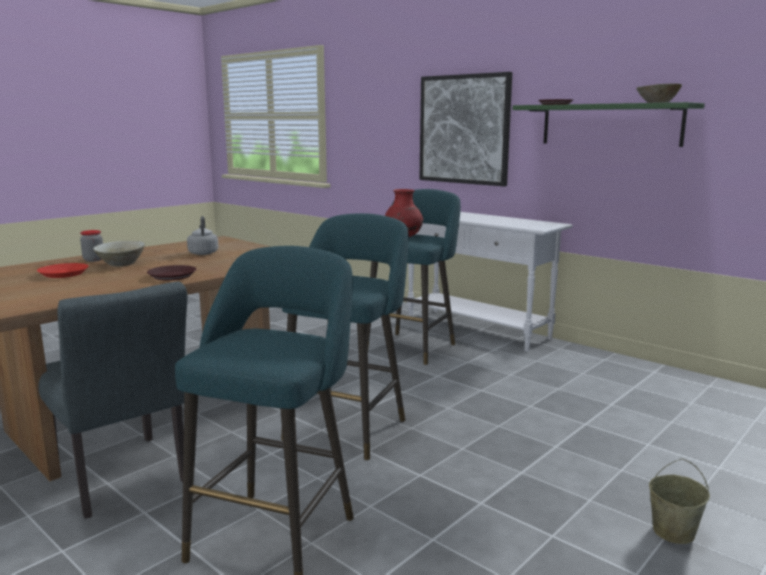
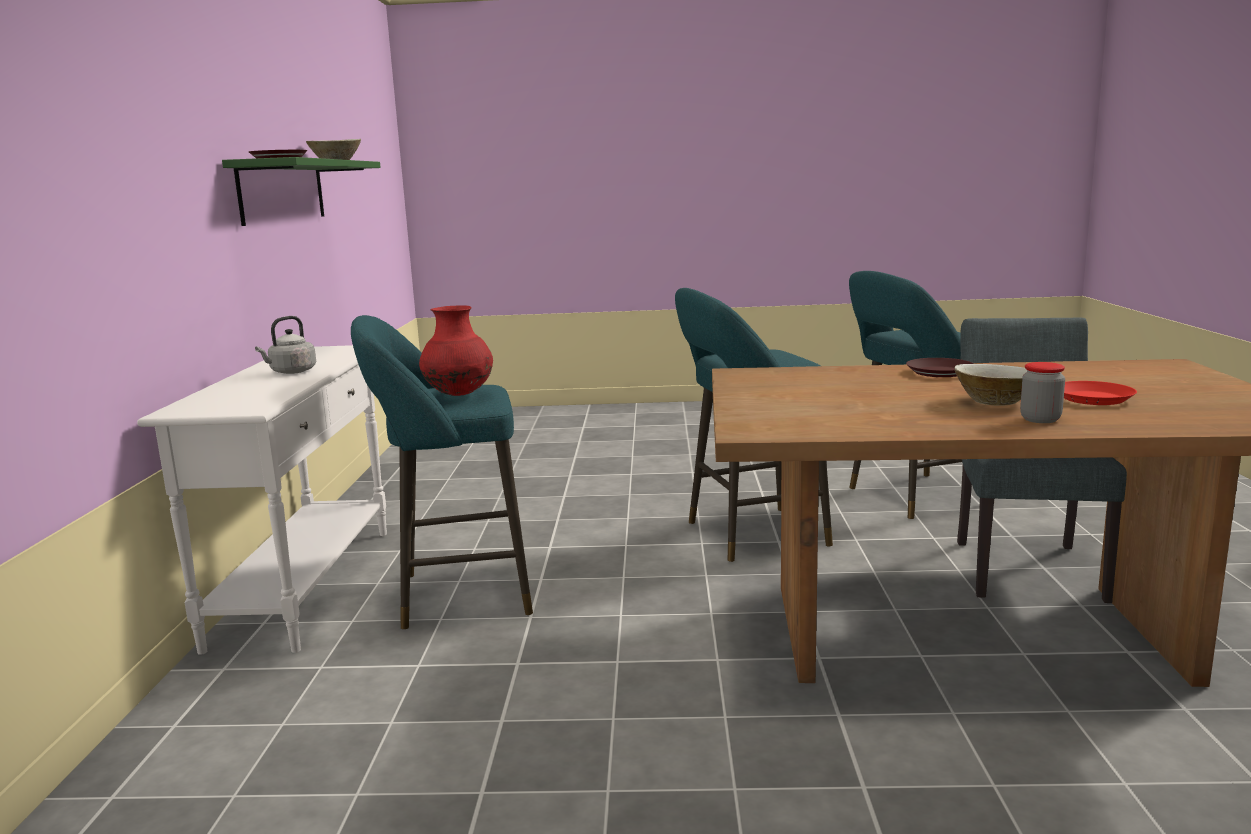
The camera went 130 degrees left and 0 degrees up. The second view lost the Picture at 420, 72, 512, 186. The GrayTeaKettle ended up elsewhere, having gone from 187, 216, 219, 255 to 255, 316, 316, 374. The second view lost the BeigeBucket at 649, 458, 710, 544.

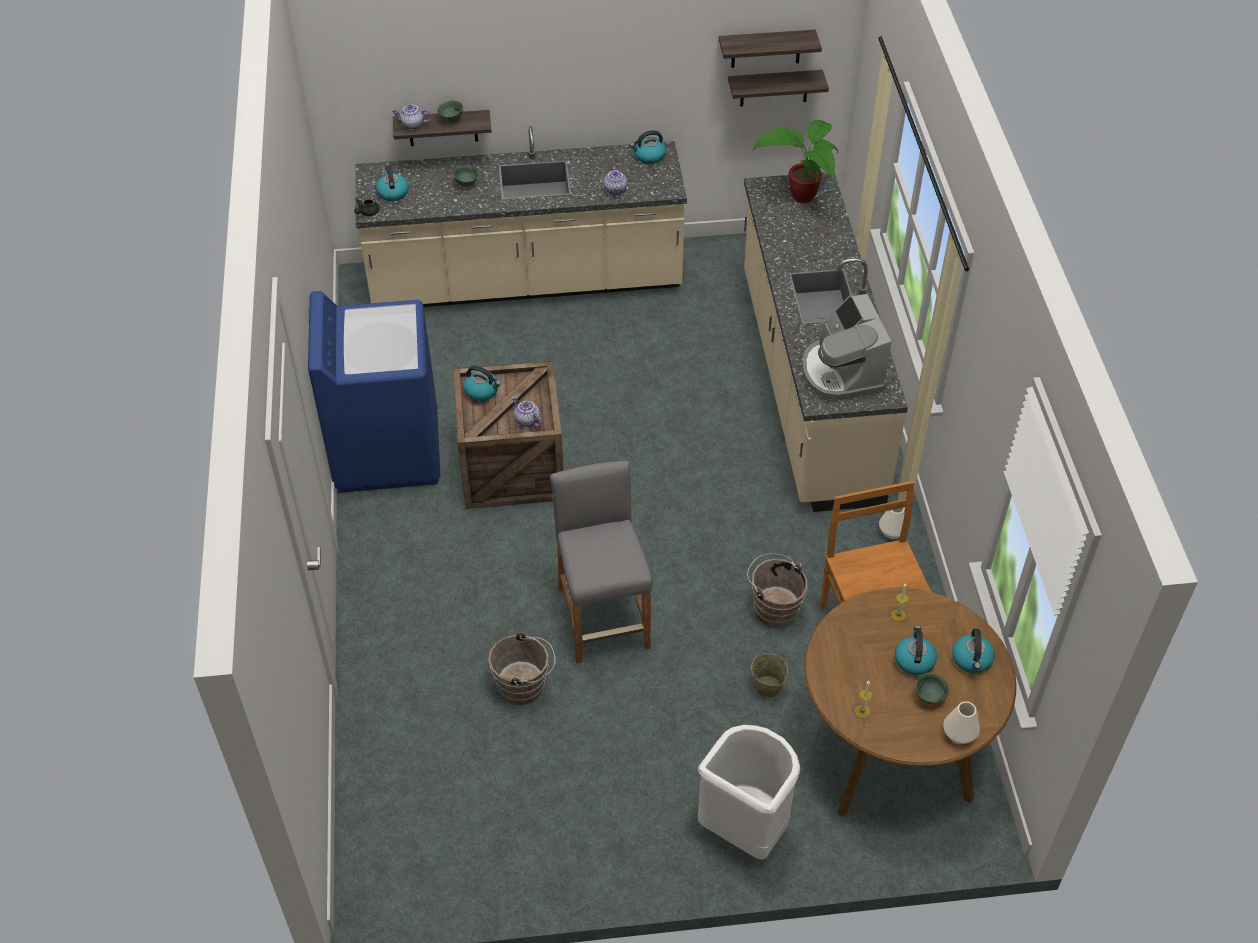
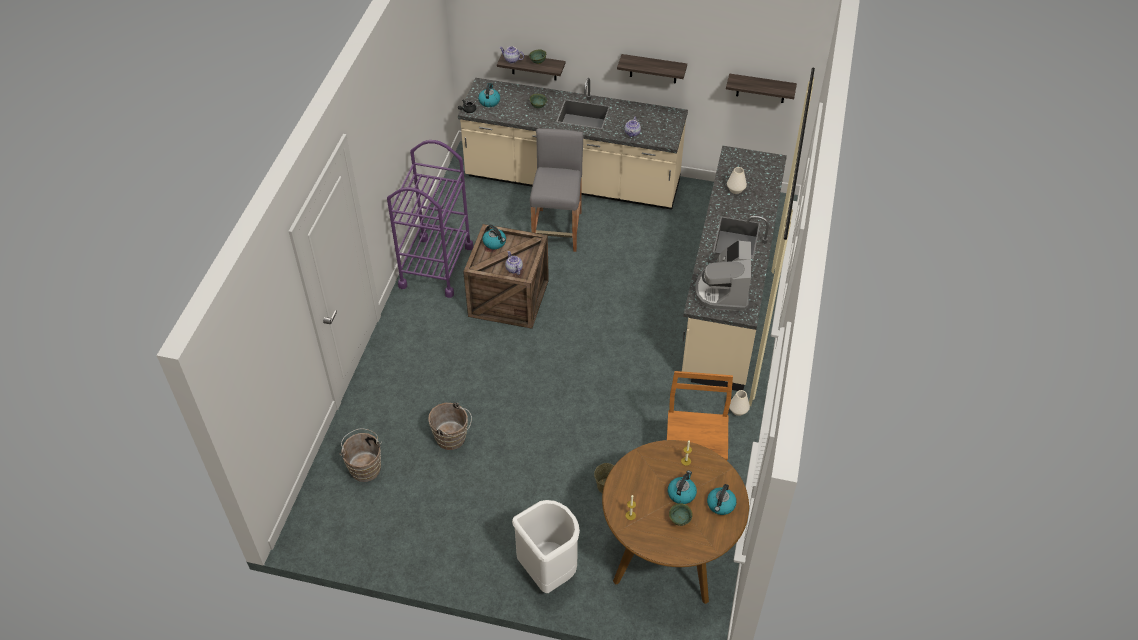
The camera went 20 degrees right and 0 degrees up. The Shelf ended up elsewhere, having gone from 719, 30, 822, 68 to 617, 54, 687, 84. The second view lost the PlantInAPot at 753, 120, 838, 203. The second view lost the TeaKettle at 630, 130, 666, 164. Where the BlueLaundryMachine stood at 308, 291, 440, 493, the PurplishTrolley came to stand at 387, 140, 473, 298. The GrayStool ended up elsewhere, having gone from 550, 460, 653, 663 to 530, 128, 583, 252. The BrownColouredBucket ended up elsewhere, having gone from 747, 553, 807, 628 to 339, 429, 382, 482. The WhiteColouredDecorativeVase ended up elsewhere, having gone from 943, 701, 980, 744 to 727, 167, 747, 194.

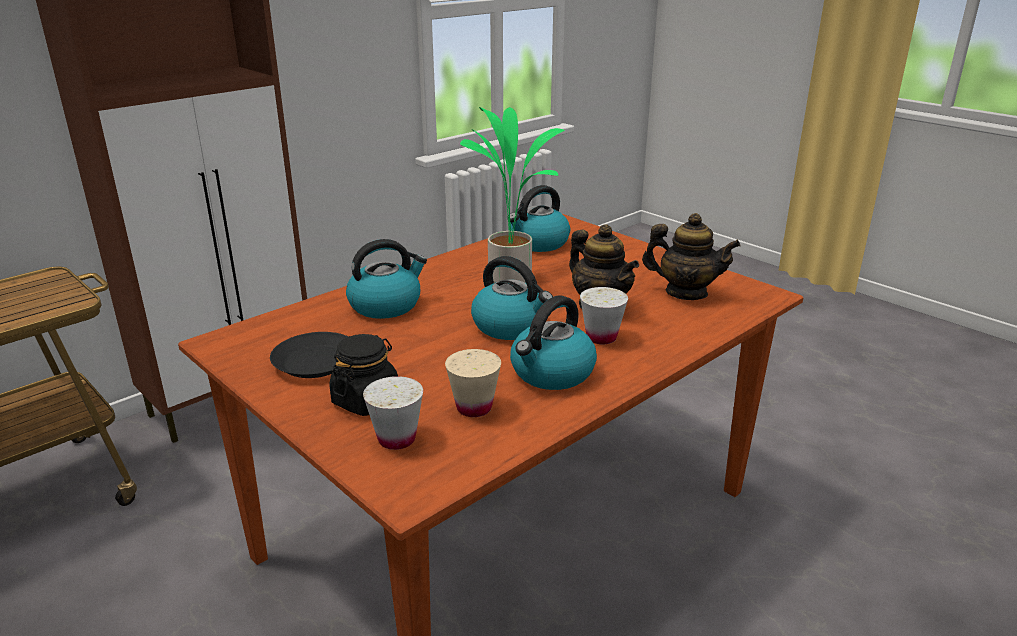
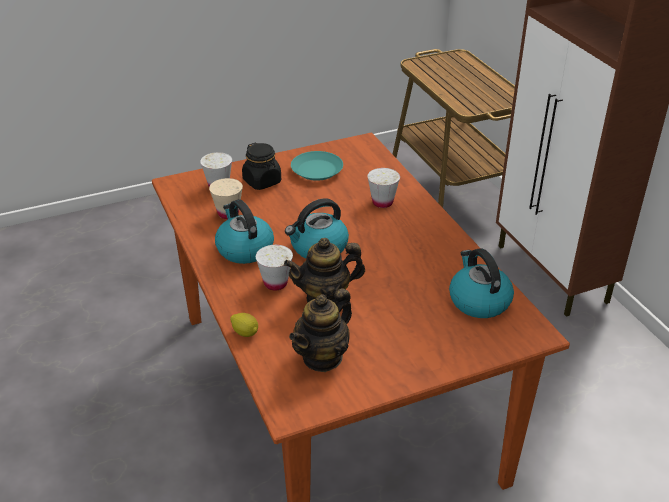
The camera went 110 degrees right and 10 degrees up. The second view lost the PlantInAPot at 460, 107, 565, 283. Where the TeaKettle stood at 346, 239, 427, 319, the WhiteColouredCup came to stand at 368, 168, 400, 208. What was the BlackishFlatDish at 270, 332, 348, 378 turned into the BlueGreenFlatDish at 291, 151, 343, 181. The second view gained the CitrusFruit at 230, 313, 258, 337.

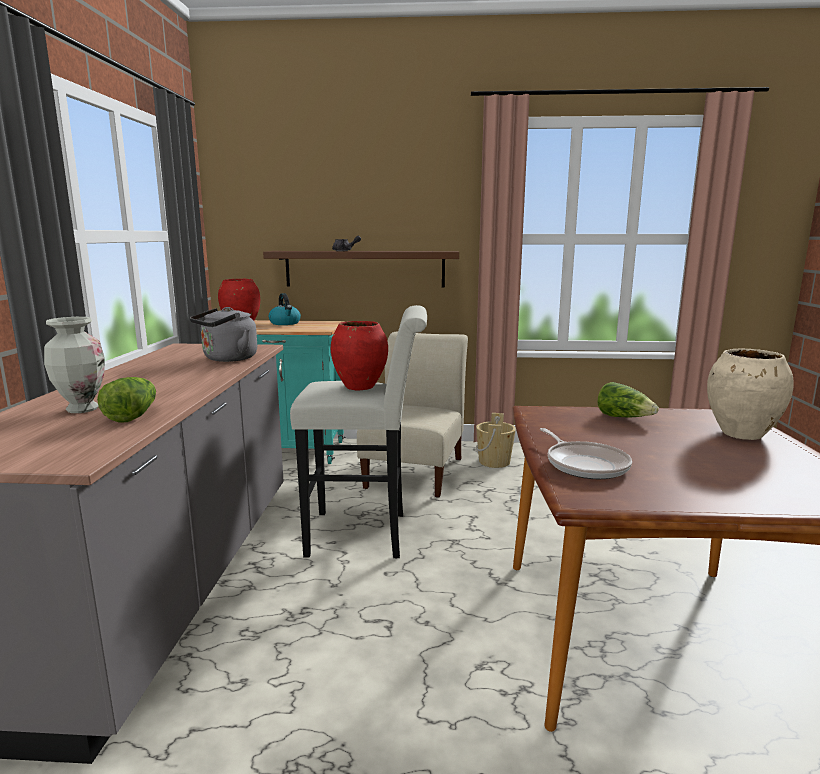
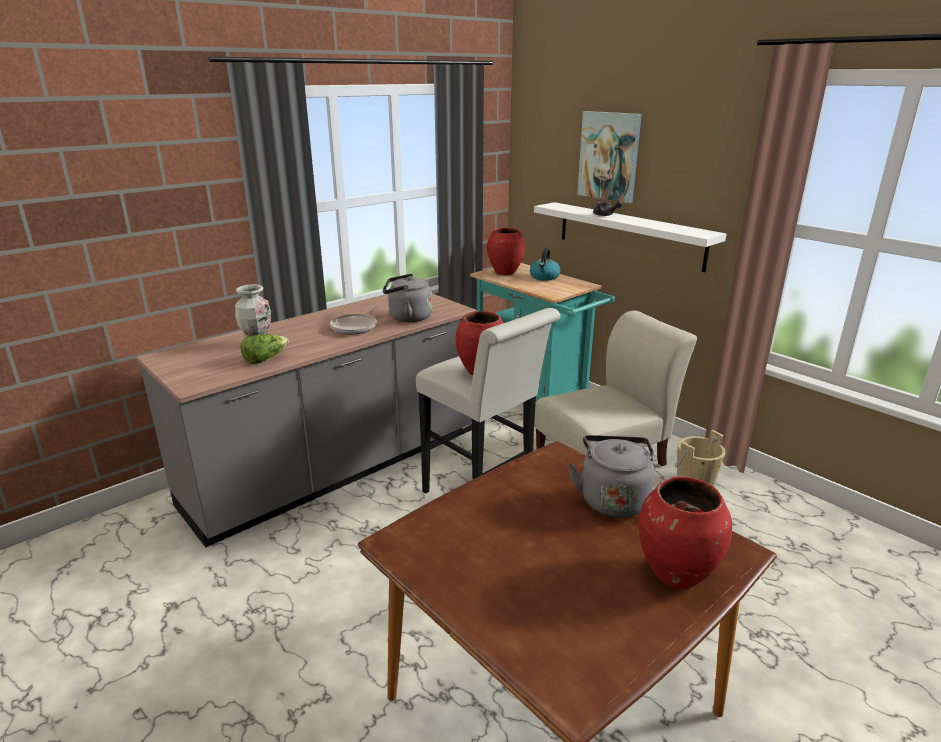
The camera went 45 degrees right and 10 degrees up. What was the BrownColouredShelf at 263, 251, 459, 287 turned into the WhiteColouredShelf at 534, 202, 727, 272. What was the BeigeDecorativeVase at 707, 348, 794, 440 turned into the RedColouredDecorativeVase at 639, 477, 732, 589. Where the HeadOfLettuce stood at 598, 382, 659, 417, the GrayTeaKettle came to stand at 568, 435, 655, 518. The FryingPan ended up elsewhere, having gone from 540, 428, 632, 479 to 330, 306, 378, 334. The second view gained the Picture at 577, 111, 642, 203.

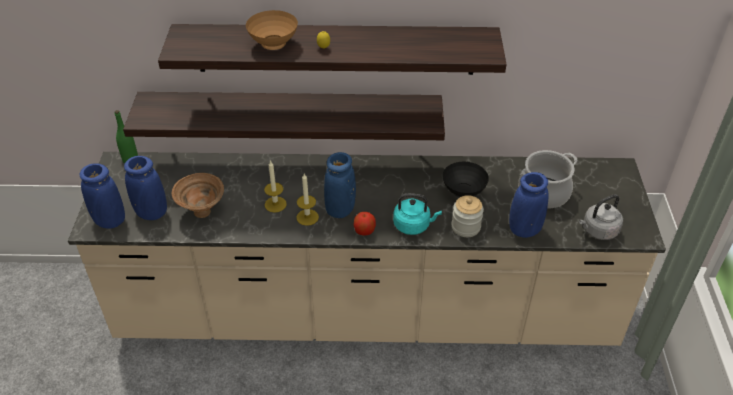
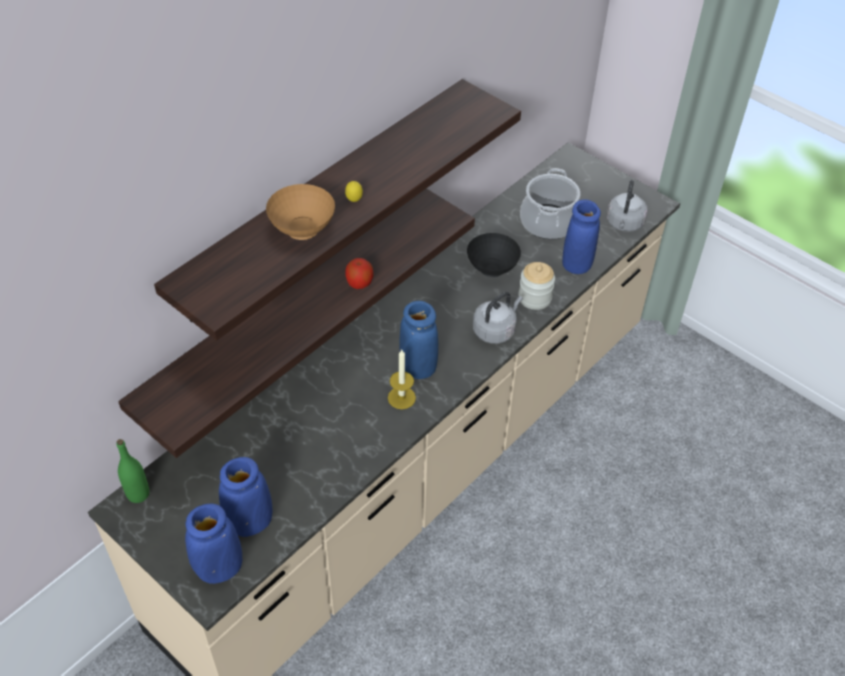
The camera went 50 degrees left and 5 degrees up. The second view lost the Candle at 264, 160, 287, 213. The second view lost the BrownColouredServingBowl at 172, 173, 224, 218. What was the BlueGreenTeaKettle at 393, 193, 442, 235 turned into the GrayTeaKettle at 473, 292, 523, 344. The WholeApple ended up elsewhere, having gone from 354, 212, 376, 236 to 345, 258, 373, 289.

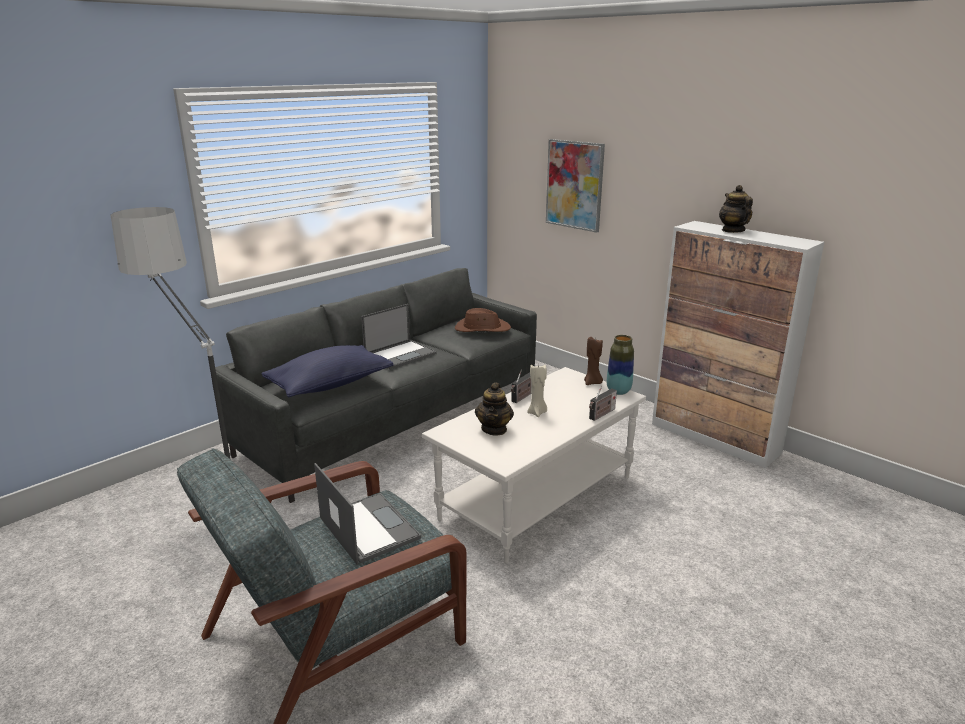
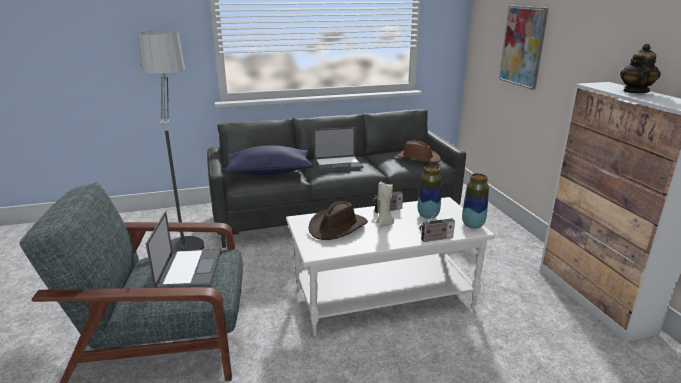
The camera went 30 degrees right and 0 degrees up. The second view lost the BrownColouredCandle at 584, 337, 603, 385. Where the Teapot stood at 475, 382, 514, 436, the BrownColouredClothingHat came to stand at 309, 201, 368, 240. The second view gained the DecorativeVase at 418, 166, 442, 219.

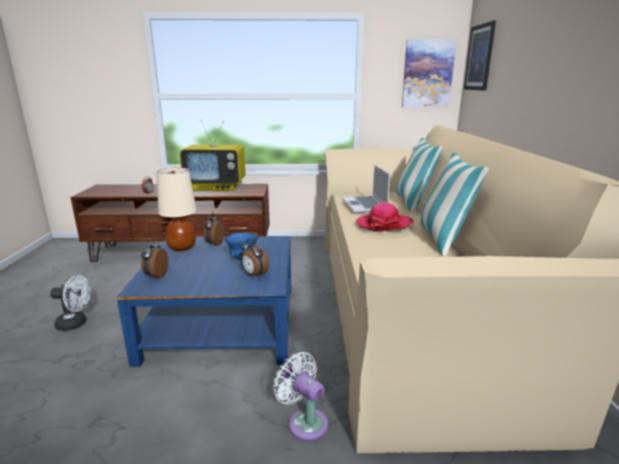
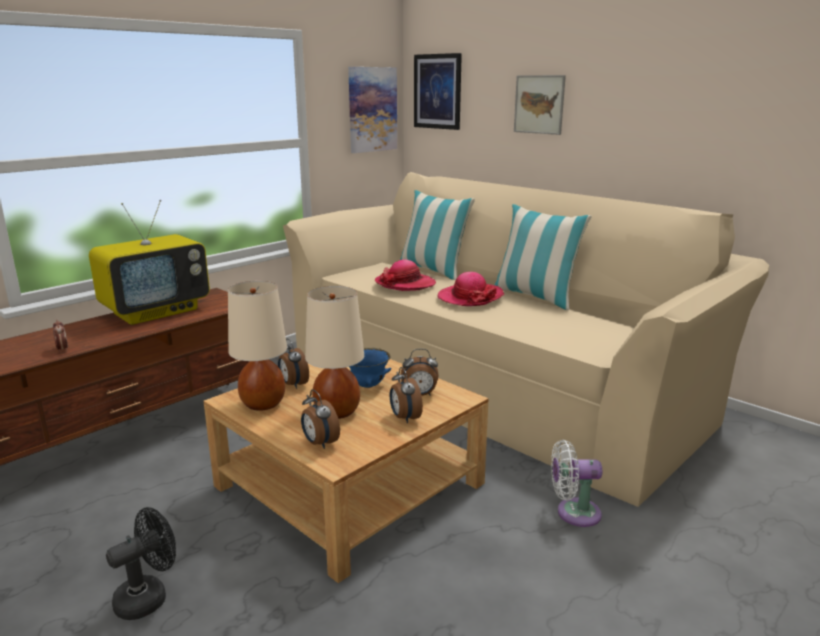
The camera went 45 degrees left and 0 degrees up. Where the Laptop stood at 342, 165, 390, 213, the ClothingHat came to stand at 375, 260, 436, 291. What was the BlueLoungeTable at 117, 236, 291, 367 turned into the BeigeLoungeTable at 204, 359, 489, 583. What was the WhiteColouredElectricFan at 50, 275, 91, 331 turned into the BlackishElectricFan at 106, 507, 176, 620. The second view gained the Picture at 514, 75, 566, 135. The second view gained the BeigeTableLamp at 305, 286, 364, 419. The second view gained the BedsideClock at 390, 367, 423, 423.

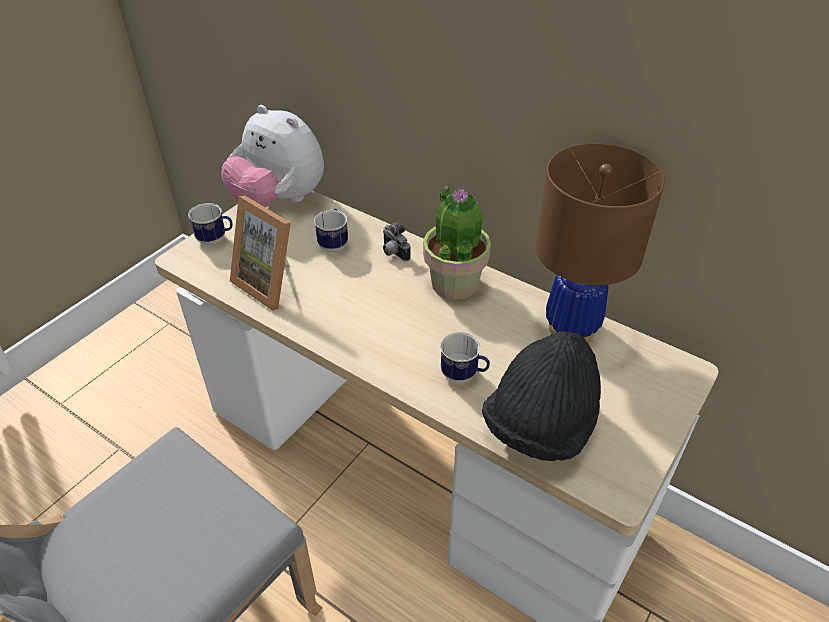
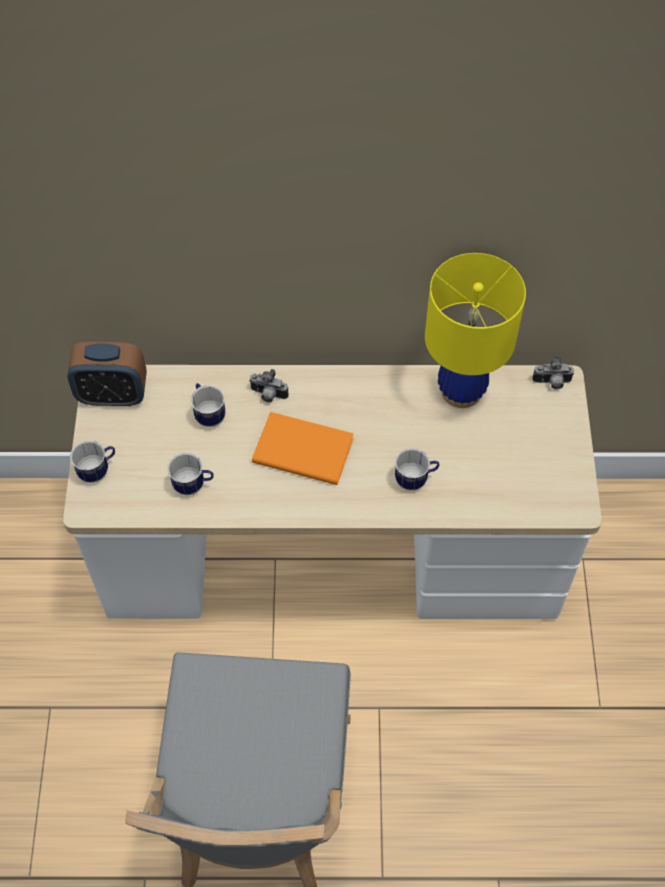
The camera went 35 degrees left and 15 degrees up. Where the CuddlyToy stood at 221, 105, 324, 208, the BedsideClock came to stand at 67, 342, 147, 406. What was the BrownColouredTableLamp at 535, 144, 665, 343 turned into the YellowishTableLamp at 425, 253, 526, 408. The second view lost the PlantInAPot at 423, 186, 491, 300. Where the PhotoFrame stood at 230, 195, 291, 311, the TeaMug came to stand at 167, 452, 214, 495. The second view lost the BlackishClothingHat at 482, 331, 601, 461. The second view gained the StillCamera at 532, 356, 574, 389. The second view gained the OrangeVolume at 252, 412, 354, 485.

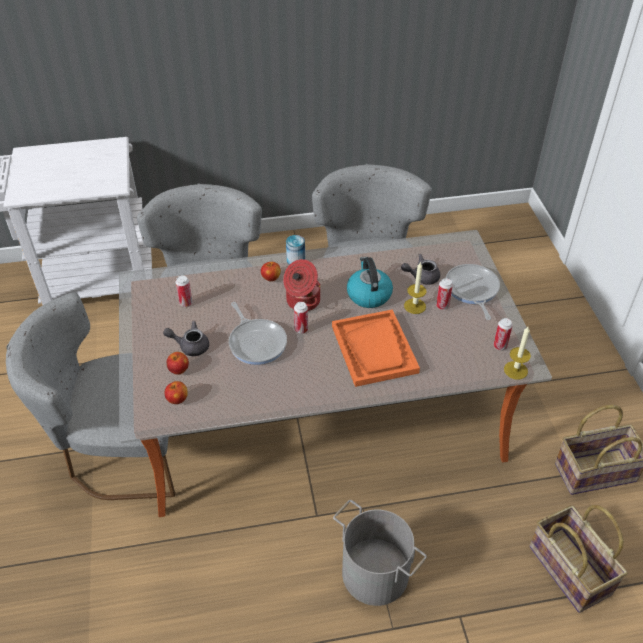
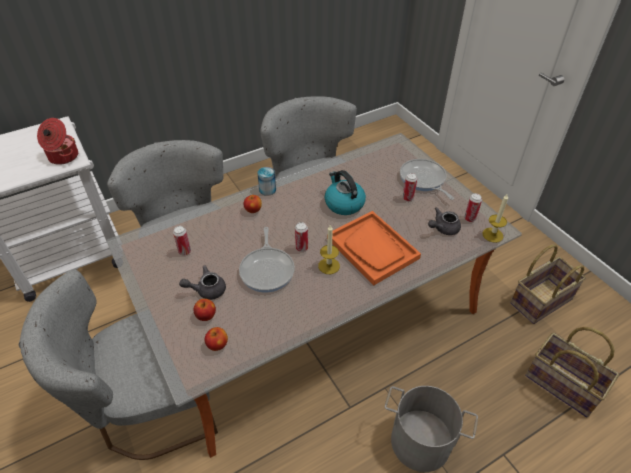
The camera went 20 degrees left and 0 degrees up. The GrayTeapot ended up elsewhere, having gone from 401, 254, 440, 285 to 428, 207, 461, 235. The Stockpot ended up elsewhere, having gone from 283, 259, 320, 311 to 37, 118, 78, 165. The Candle ended up elsewhere, having gone from 404, 262, 426, 314 to 318, 225, 340, 274. The FryingPan at 229, 302, 287, 365 ended up facing another way, 45 degrees clockwise from before.

